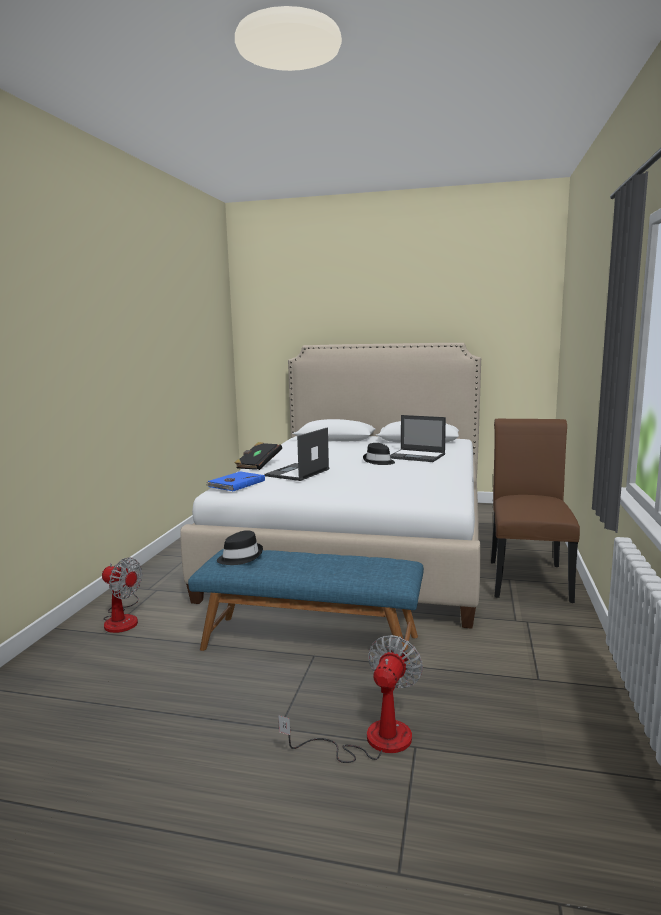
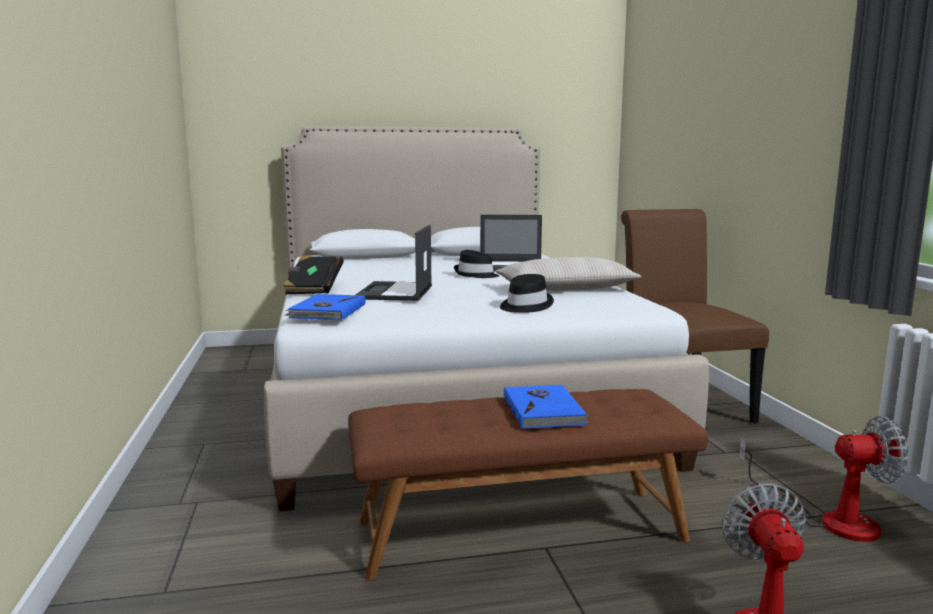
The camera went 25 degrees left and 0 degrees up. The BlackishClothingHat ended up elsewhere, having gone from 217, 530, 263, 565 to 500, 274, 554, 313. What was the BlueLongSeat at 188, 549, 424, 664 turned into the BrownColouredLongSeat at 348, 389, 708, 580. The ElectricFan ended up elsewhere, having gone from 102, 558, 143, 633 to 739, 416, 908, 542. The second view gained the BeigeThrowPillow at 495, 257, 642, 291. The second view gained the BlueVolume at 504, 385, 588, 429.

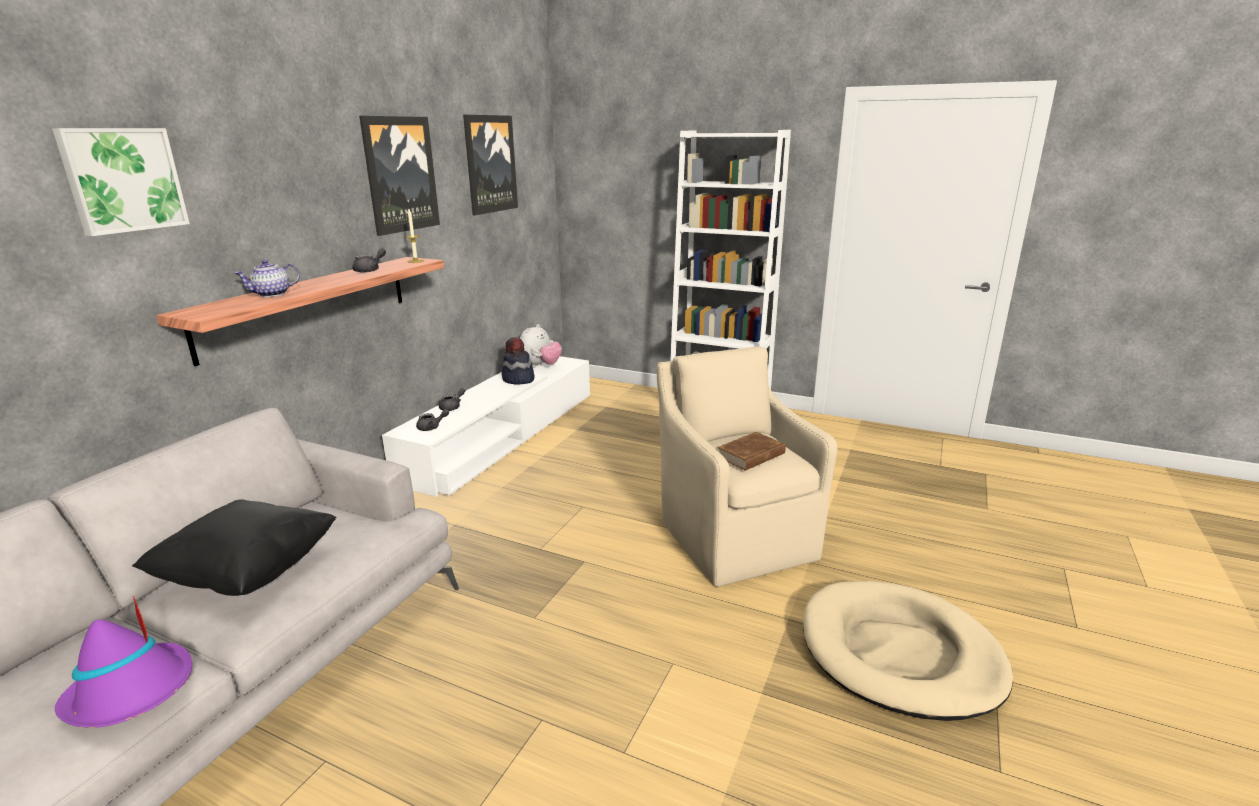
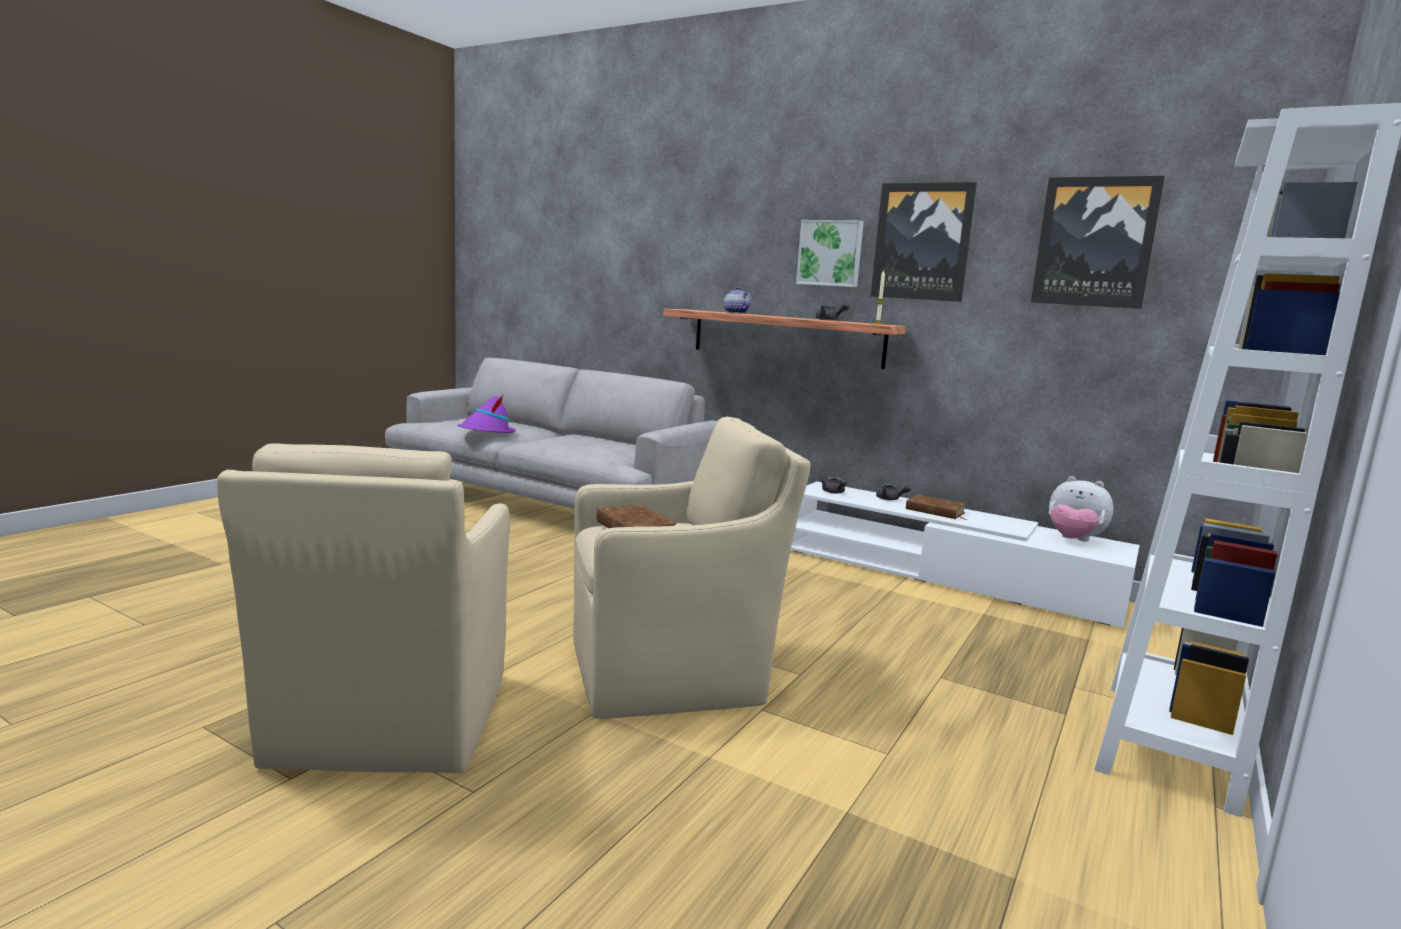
The camera went 95 degrees right and 10 degrees down. The Picture ended up elsewhere, having gone from 52, 128, 190, 236 to 796, 220, 864, 287. The second view lost the ClothingHat at 502, 337, 535, 385. The second view lost the BlackishThrowPillow at 132, 499, 337, 596. Where the BeigeDogBed stood at 803, 581, 1013, 721, the BeigeEasyChair came to stand at 217, 444, 510, 773. The second view gained the BrownColouredVolume at 906, 495, 968, 520.

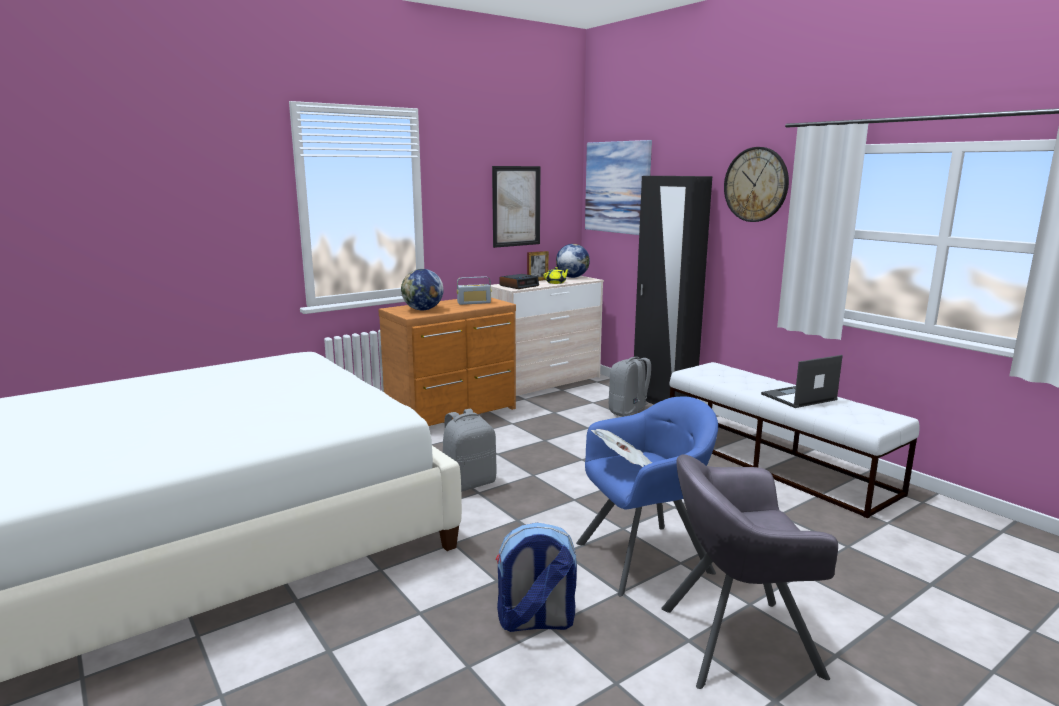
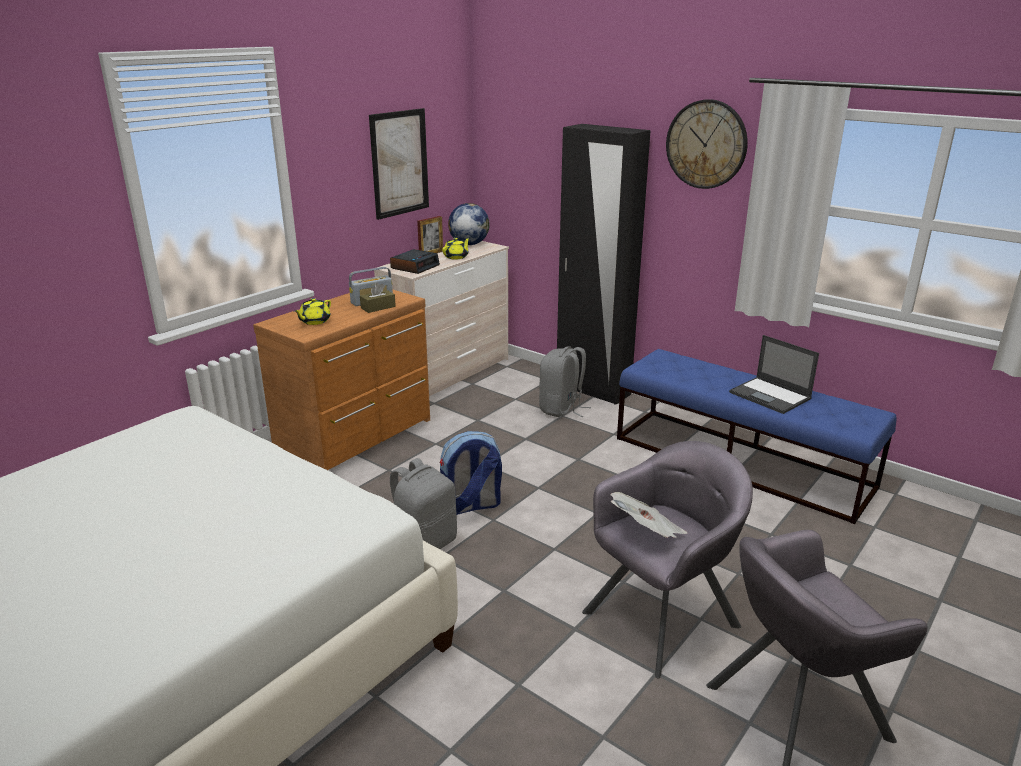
The camera went 15 degrees left and 10 degrees up. The second view lost the Picture at 585, 140, 652, 235. Where the WorldGlobe stood at 401, 269, 444, 310, the YellowishTeapot came to stand at 294, 298, 331, 325. The Laptop at 761, 355, 843, 408 ended up facing another way, 90 degrees counterclockwise from before. What was the WhiteColouredLongSeat at 669, 362, 920, 518 turned into the BlueLongSeat at 617, 349, 896, 524. What was the BlueEasyChair at 576, 397, 718, 596 turned into the GrayEasyChair at 582, 441, 753, 678. The Backpack ended up elsewhere, having gone from 495, 523, 577, 632 to 440, 431, 502, 515. The second view gained the BrownColouredTissueBox at 360, 283, 396, 313.

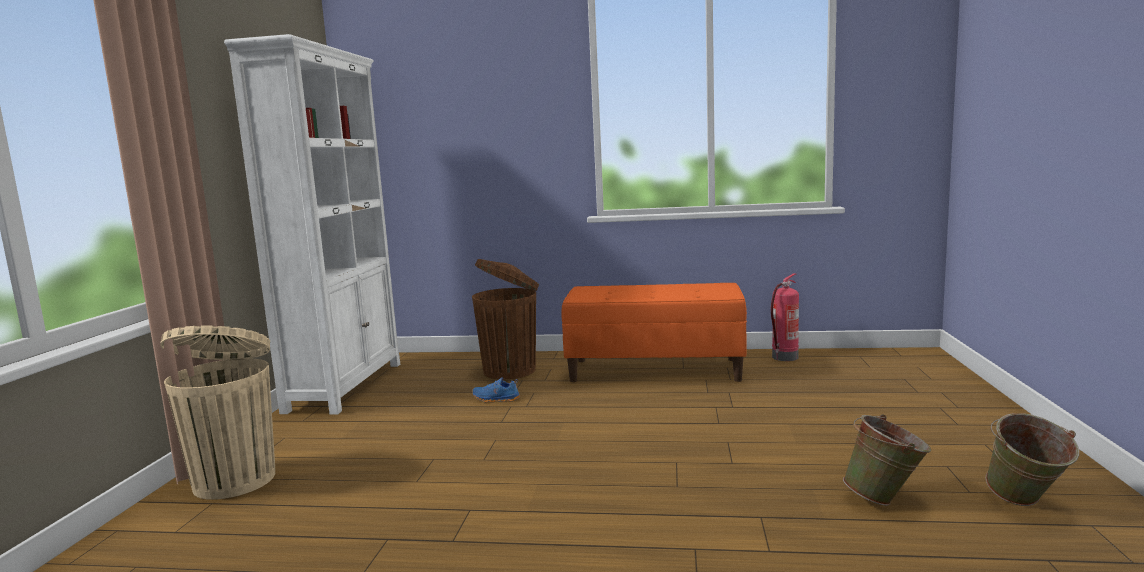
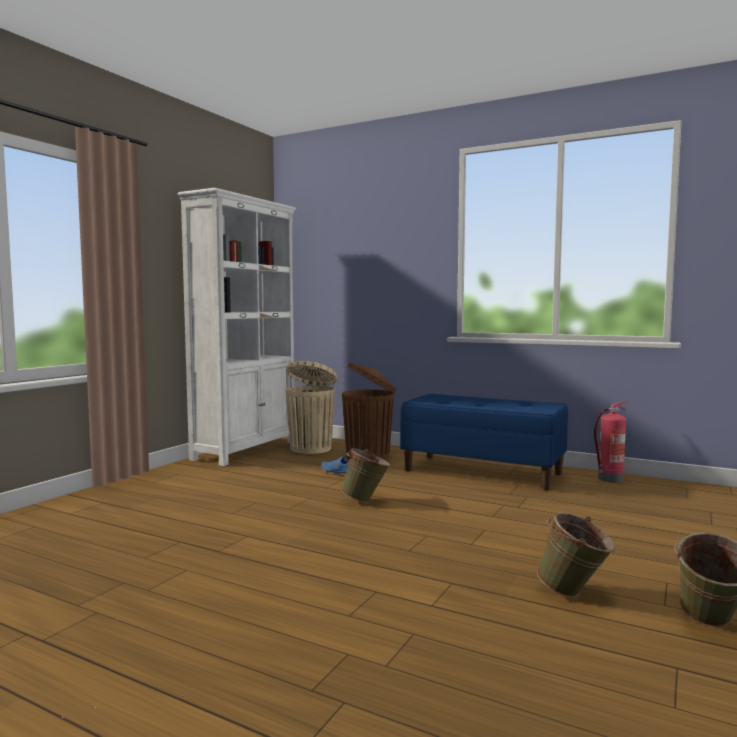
The camera went 20 degrees right and 5 degrees down. What was the OrangeLongSeat at 561, 283, 747, 382 turned into the BlueLongSeat at 400, 394, 568, 491. The BeigeWasteBin ended up elsewhere, having gone from 160, 325, 275, 500 to 286, 361, 337, 454. The second view gained the GreenColouredBucket at 341, 448, 391, 503.

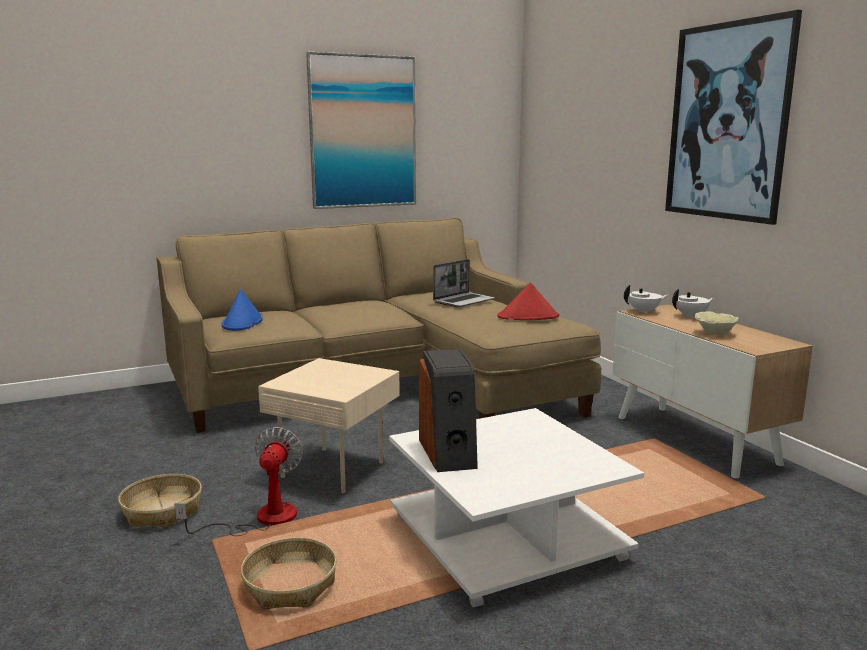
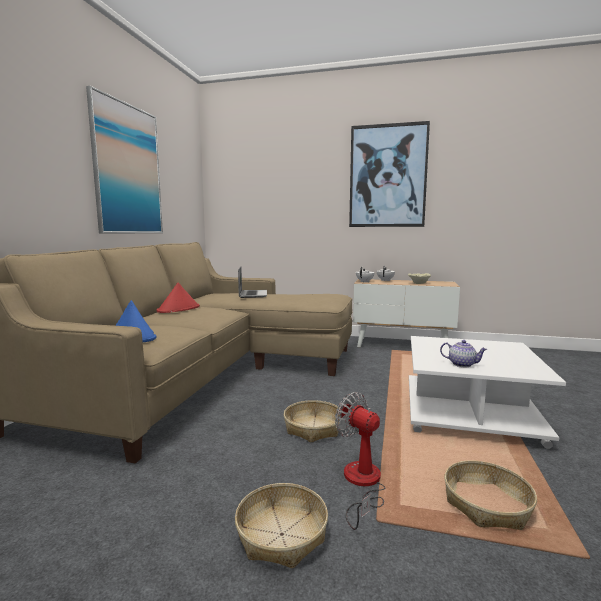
The camera went 50 degrees left and 5 degrees down. The RedColouredClothingHat ended up elsewhere, having gone from 497, 282, 559, 320 to 157, 282, 200, 313. Where the Loudspeaker stood at 419, 349, 478, 472, the Teapot came to stand at 440, 340, 488, 367. Where the BeigeSideTable stood at 258, 358, 400, 493, the StorageBasket came to stand at 284, 400, 341, 442.

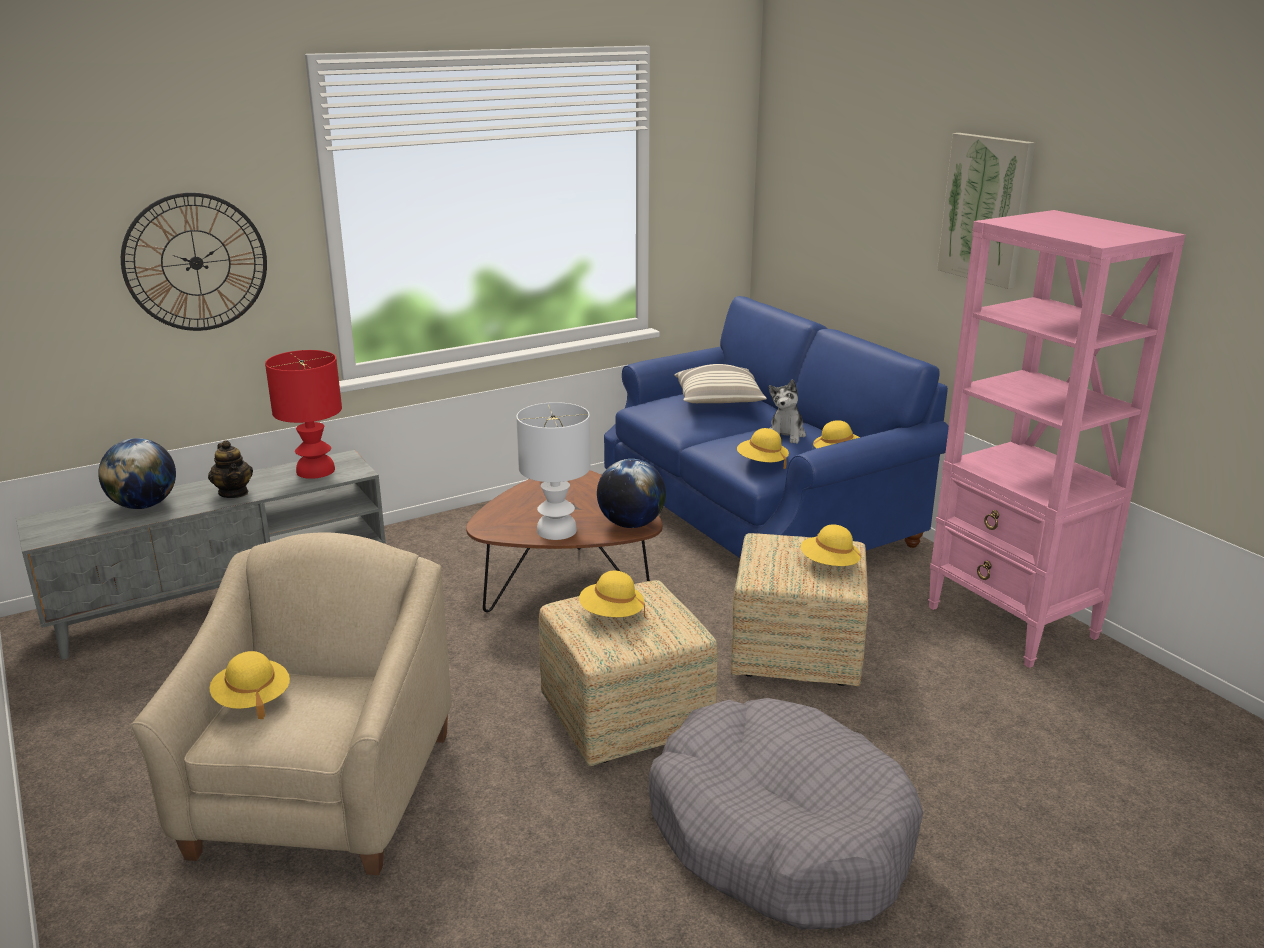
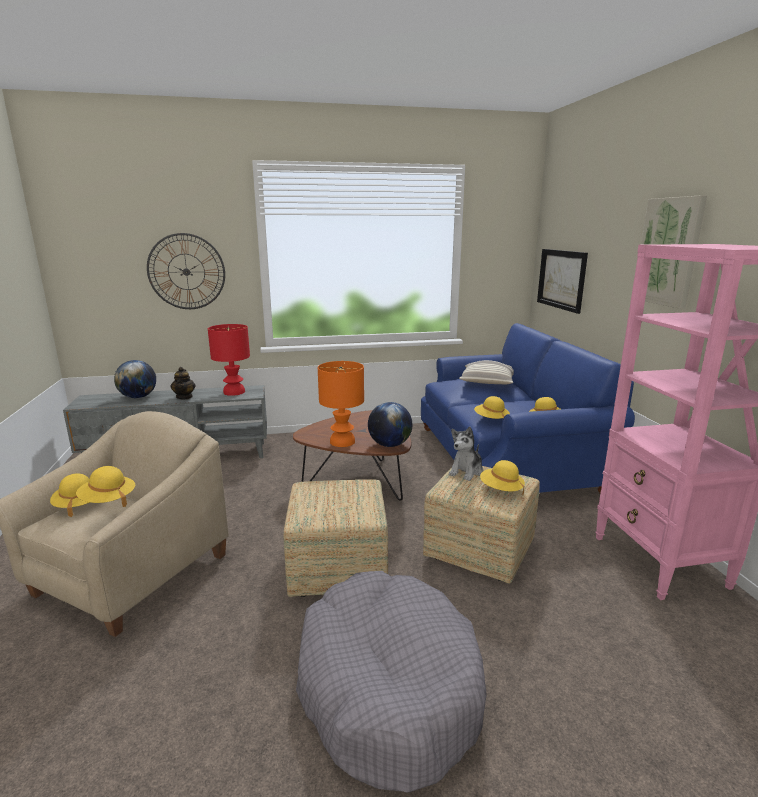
The camera went 20 degrees right and 5 degrees down. The CuddlyToy ended up elsewhere, having gone from 769, 379, 806, 444 to 449, 426, 483, 481. What was the WhiteColouredTableLamp at 516, 402, 591, 540 turned into the OrangeTableLamp at 318, 361, 364, 447. The YellowishClothingHat ended up elsewhere, having gone from 579, 571, 645, 617 to 76, 466, 135, 507. The second view gained the Picture at 537, 249, 588, 314.

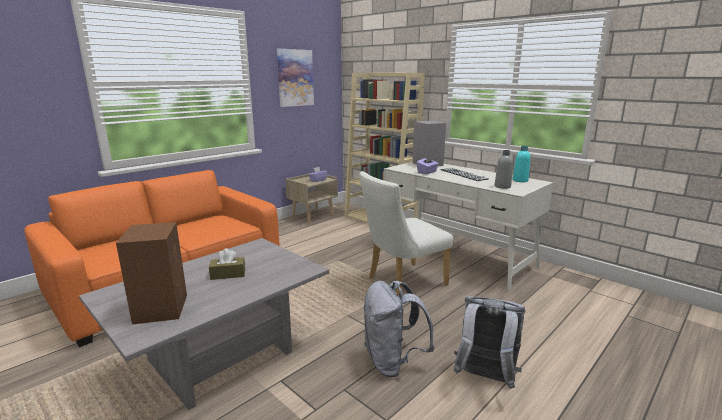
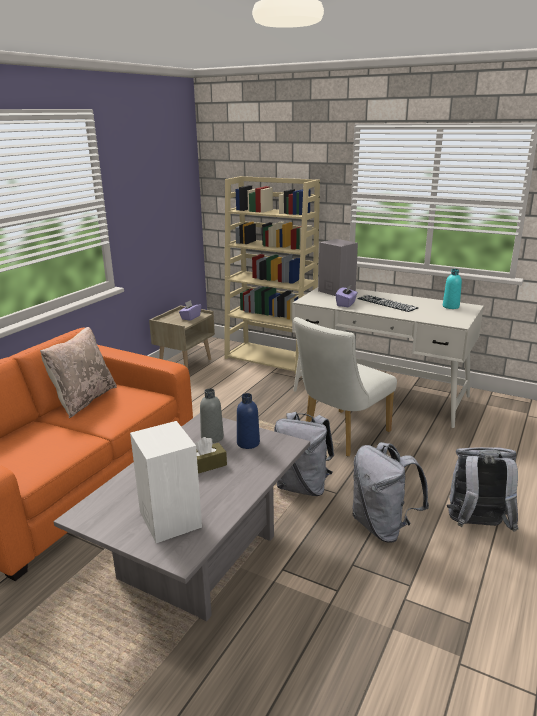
The camera went 15 degrees left and 5 degrees up. The second view lost the Picture at 277, 49, 314, 107. The GrayBottle ended up elsewhere, having gone from 495, 150, 513, 189 to 200, 388, 224, 443. What was the BrownColouredLoudspeaker at 116, 222, 187, 325 turned into the WhiteColouredLoudspeaker at 130, 421, 202, 543. The second view gained the BeigeThrowPillow at 40, 327, 117, 418. The second view gained the BlueBottle at 237, 393, 260, 449. The second view gained the GrayBackpack at 274, 412, 334, 496.

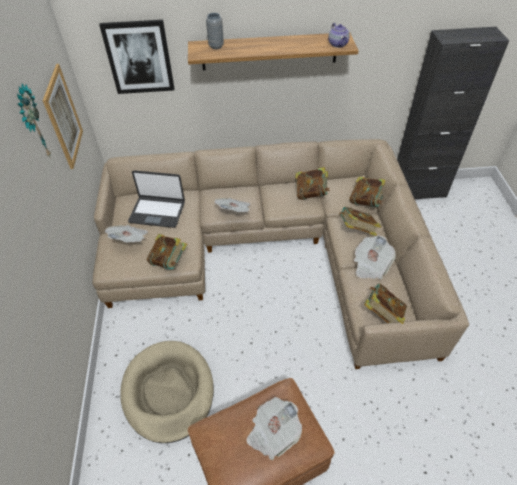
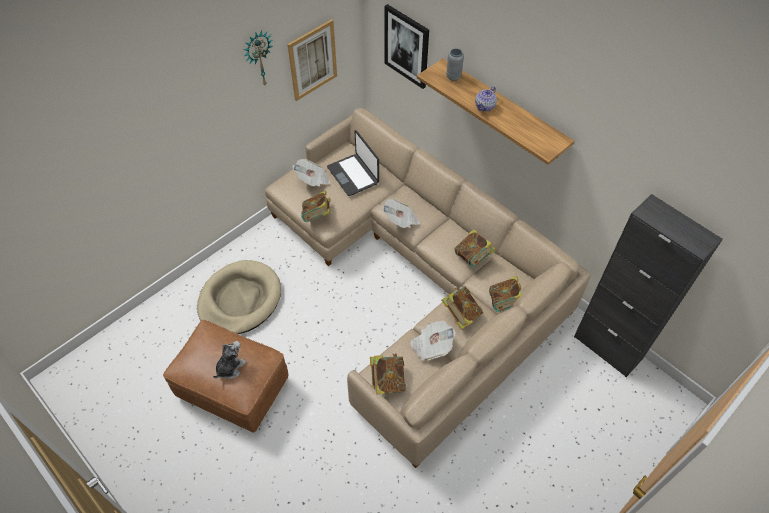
The camera went 50 degrees right and 5 degrees up. The Teapot ended up elsewhere, having gone from 328, 23, 350, 48 to 475, 86, 497, 112. Where the Newspaper stood at 246, 397, 302, 460, the CuddlyToy came to stand at 213, 341, 247, 379.

